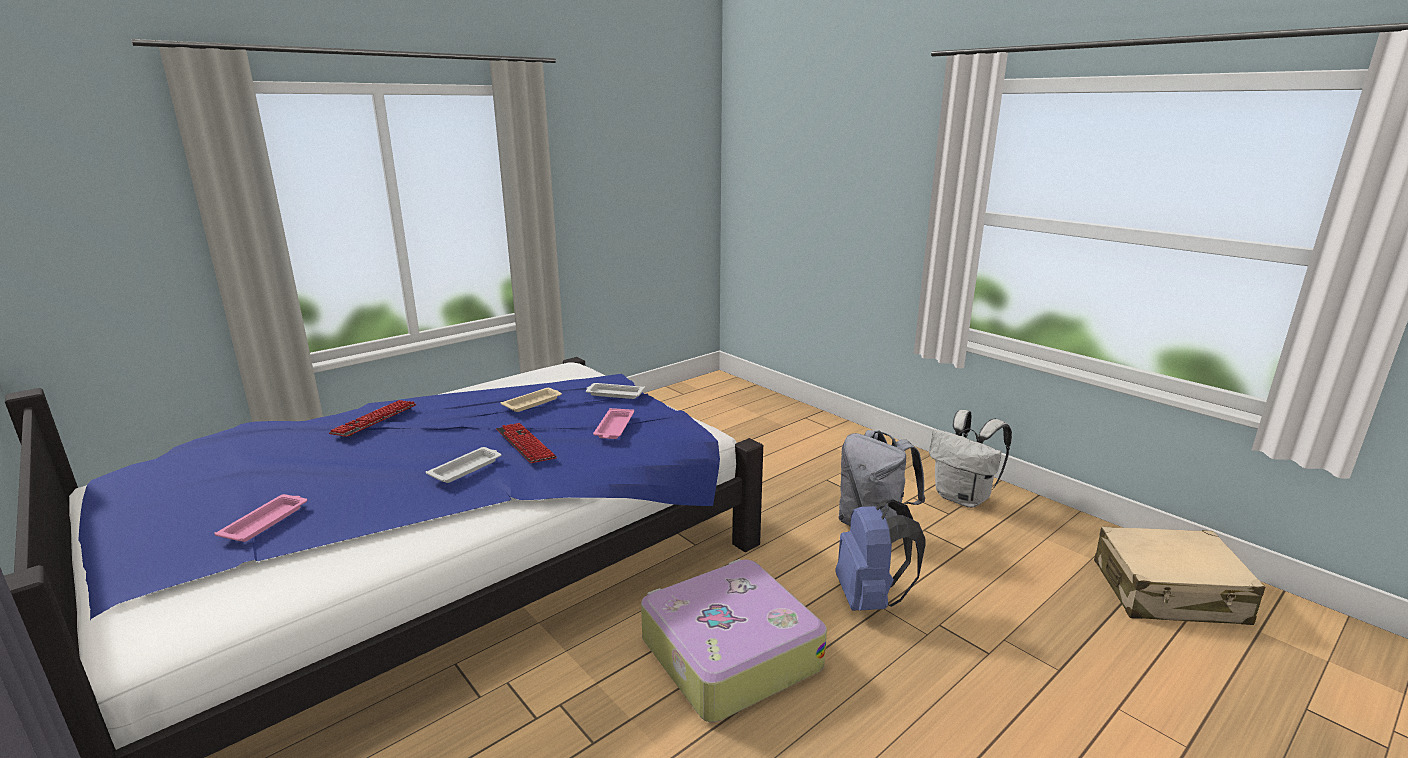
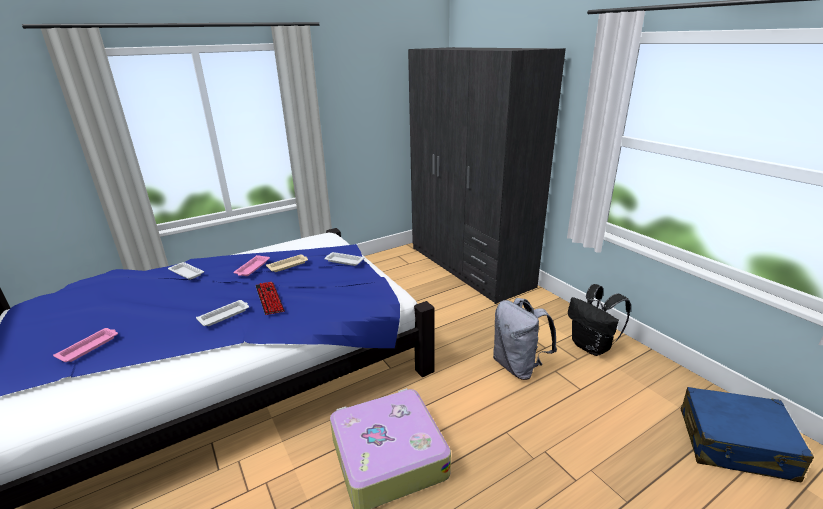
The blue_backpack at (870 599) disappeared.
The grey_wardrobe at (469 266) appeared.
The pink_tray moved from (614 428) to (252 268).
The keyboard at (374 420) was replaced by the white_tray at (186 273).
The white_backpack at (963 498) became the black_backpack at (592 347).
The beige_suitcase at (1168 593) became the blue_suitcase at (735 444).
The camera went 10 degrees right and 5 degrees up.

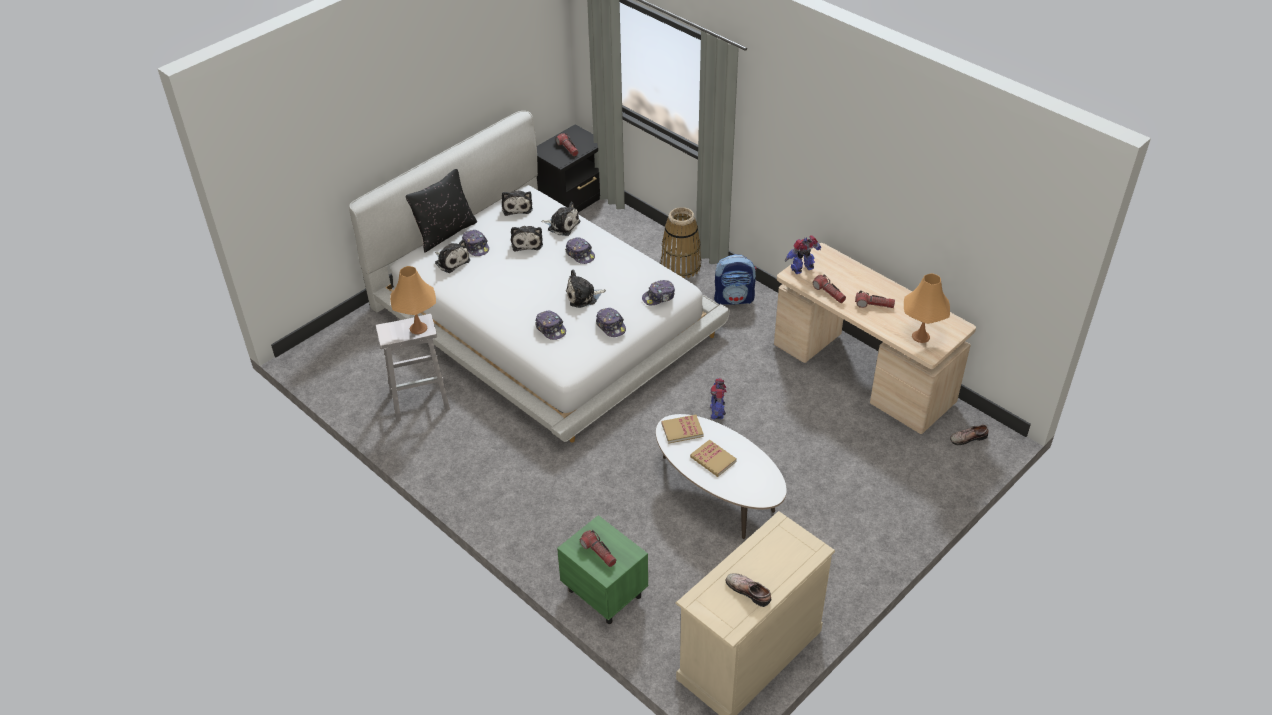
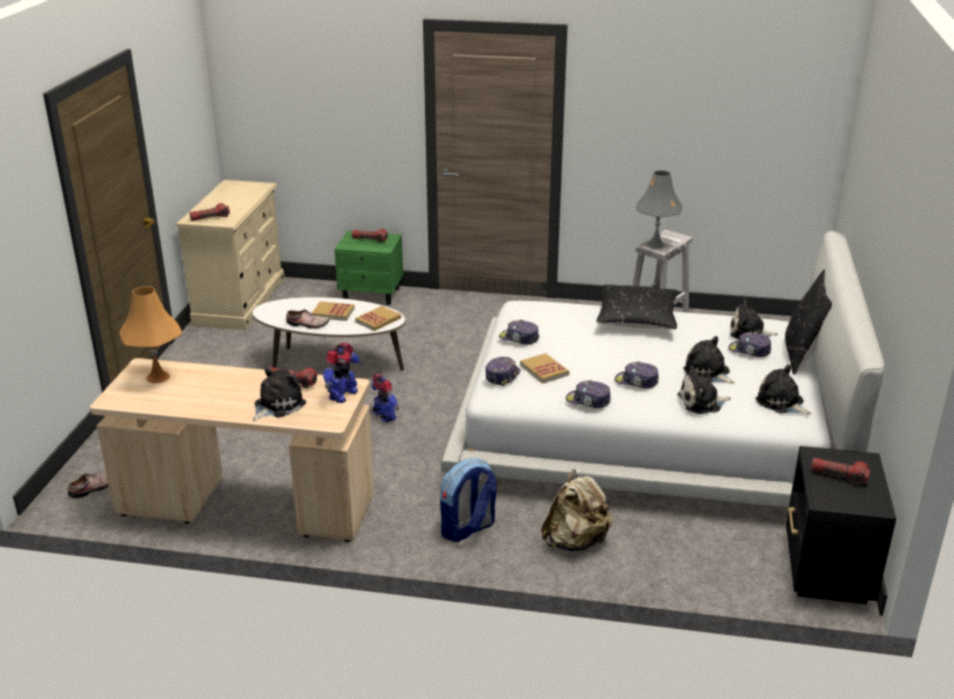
The book at (544 370) appeared.
The black_pillow at (637 319) appeared.
The cap moved from (551 329) to (588 401).
The plush_toy moved from (583 296) to (277 405).
The shoe moved from (749 590) to (307 324).
The flashlight moved from (874 305) to (210 218).
The basket at (680 266) was replaced by the beige_backpack at (575 541).
The orange_table_lamp at (418 328) became the grey_table_lamp at (655 244).
The camera went 145 degrees right and 15 degrees down.

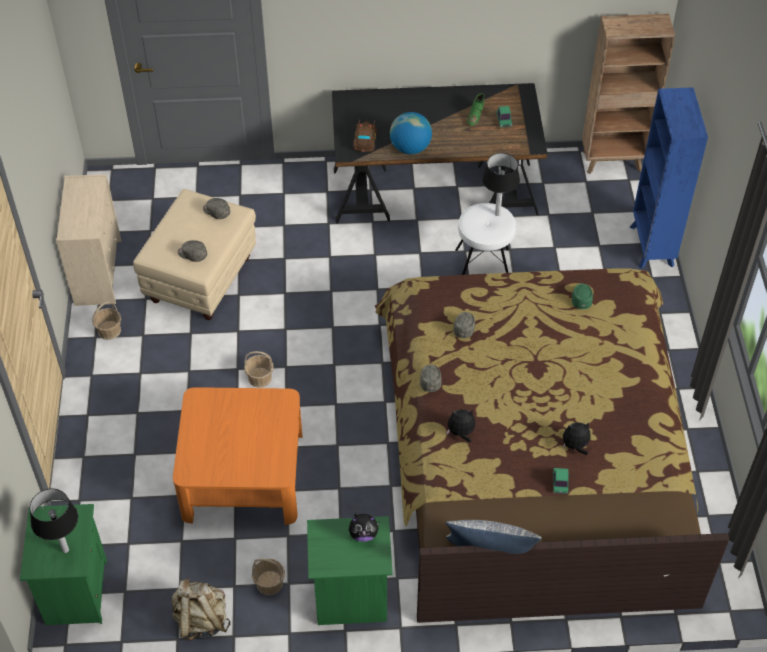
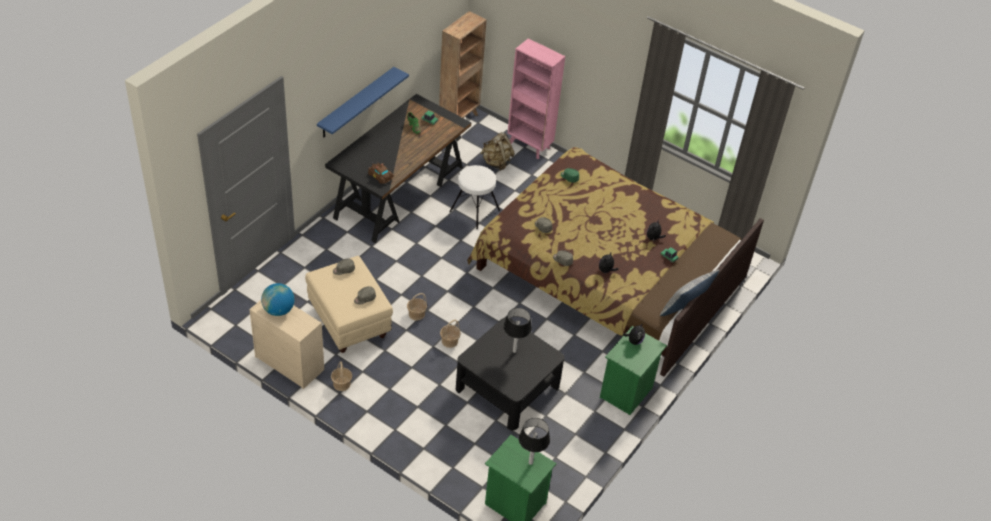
The blue_shelf at (356 103) appeared.
The beige_backpack moved from (201 620) to (496 163).
The basket moved from (269 583) to (416 314).
The globe moved from (410 148) to (278 310).
The table_lamp moved from (498 214) to (514 351).
The orange_coffee_table at (244 474) became the black_coffee_table at (507 387).
The blue_bookcase at (651 247) became the pink_bookcase at (529 146).
The camera went 55 degrees left and 5 degrees down.

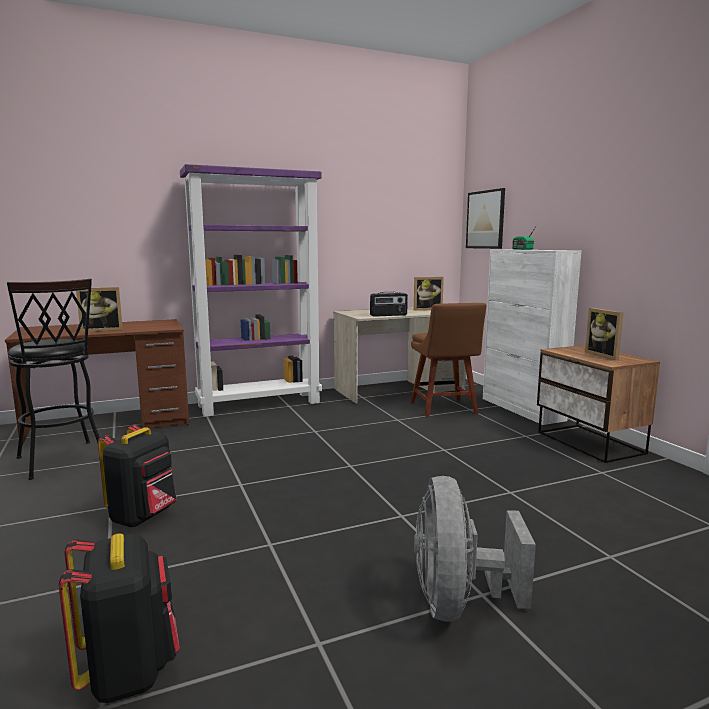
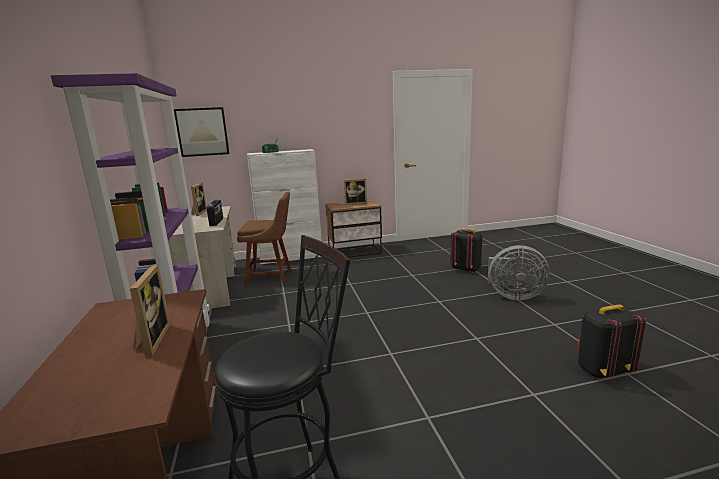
The black_backpack moved from (144 516) to (465 269).
The camera went 80 degrees left and 5 degrees up.

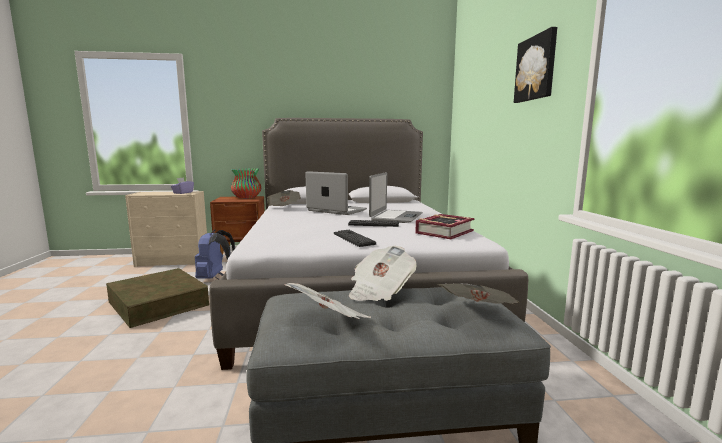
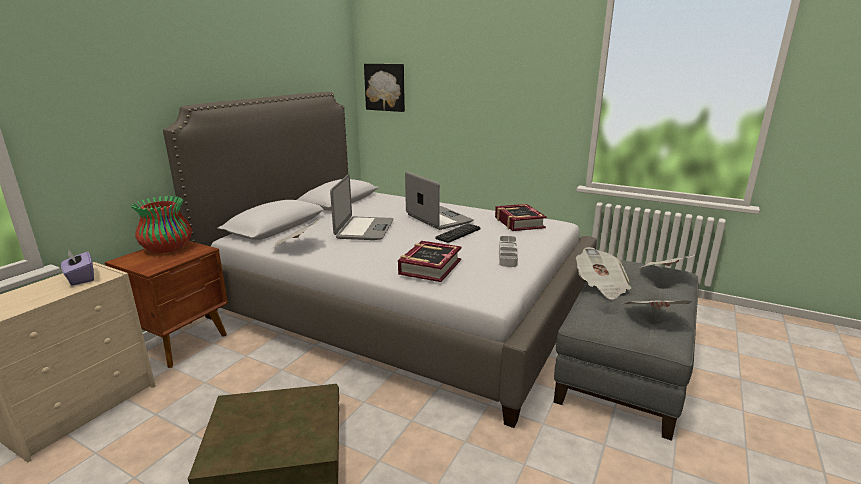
The blue_backpack at (215 278) disappeared.
The book at (429 267) appeared.
The picture moved from (536 68) to (385 87).
The keyboard at (353 239) was replaced by the grey_tray at (507 254).
The laptop at (336 210) turned 120 degrees clockwise.
The camera went 55 degrees left and 10 degrees up.

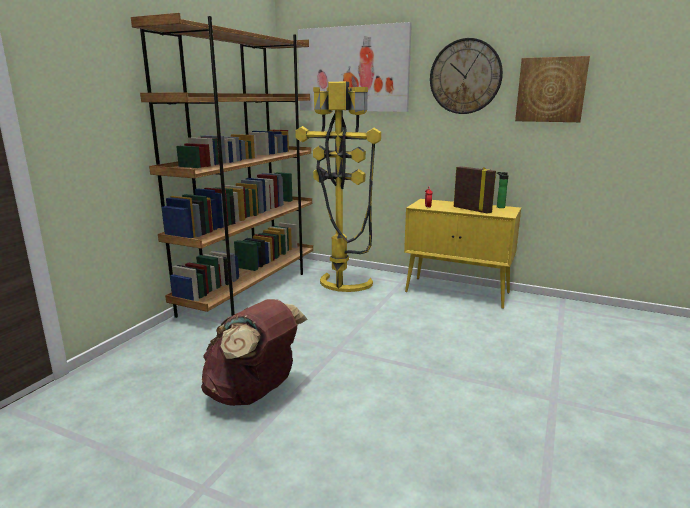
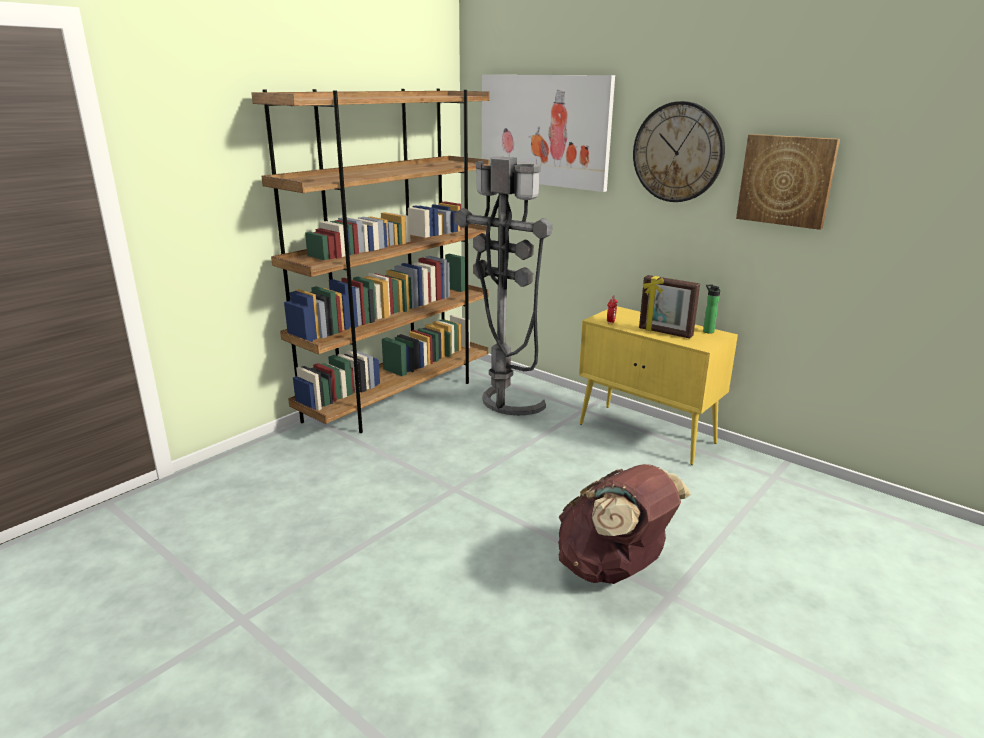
The brown_backpack moved from (254 394) to (613 569).
The yellow_floor_lamp at (341 288) became the grey_floor_lamp at (503 409).
The picture_frame at (472 210) turned 150 degrees clockwise.
The camera went 15 degrees right and 5 degrees up.

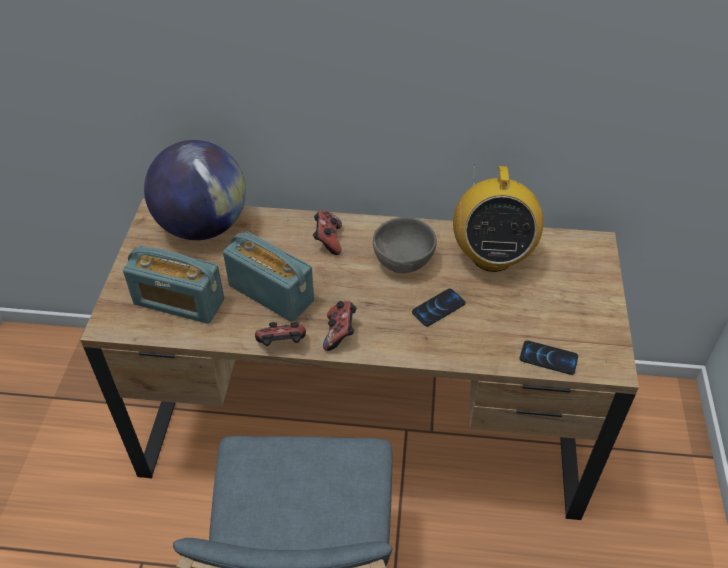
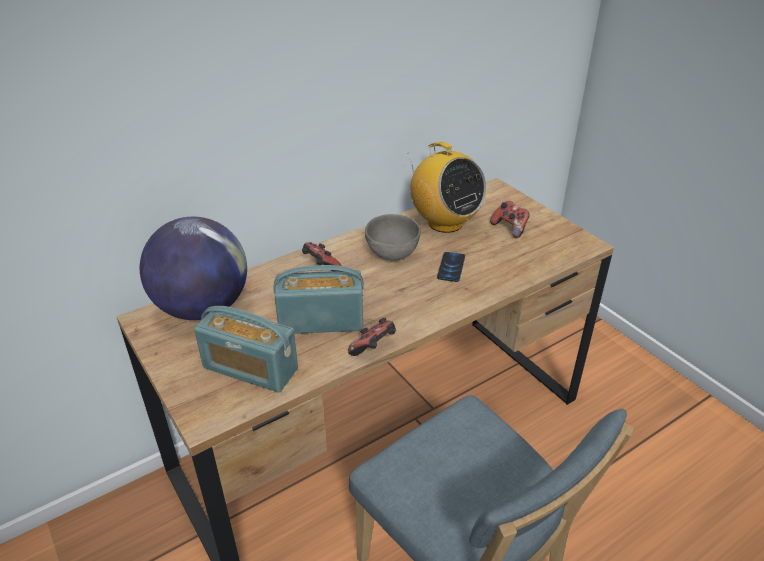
The phone at (548 358) disappeared.
The game_controller moved from (340 334) to (510 228).
The radio at (179 302) turned 45 degrees clockwise.
The camera went 40 degrees left and 10 degrees down.

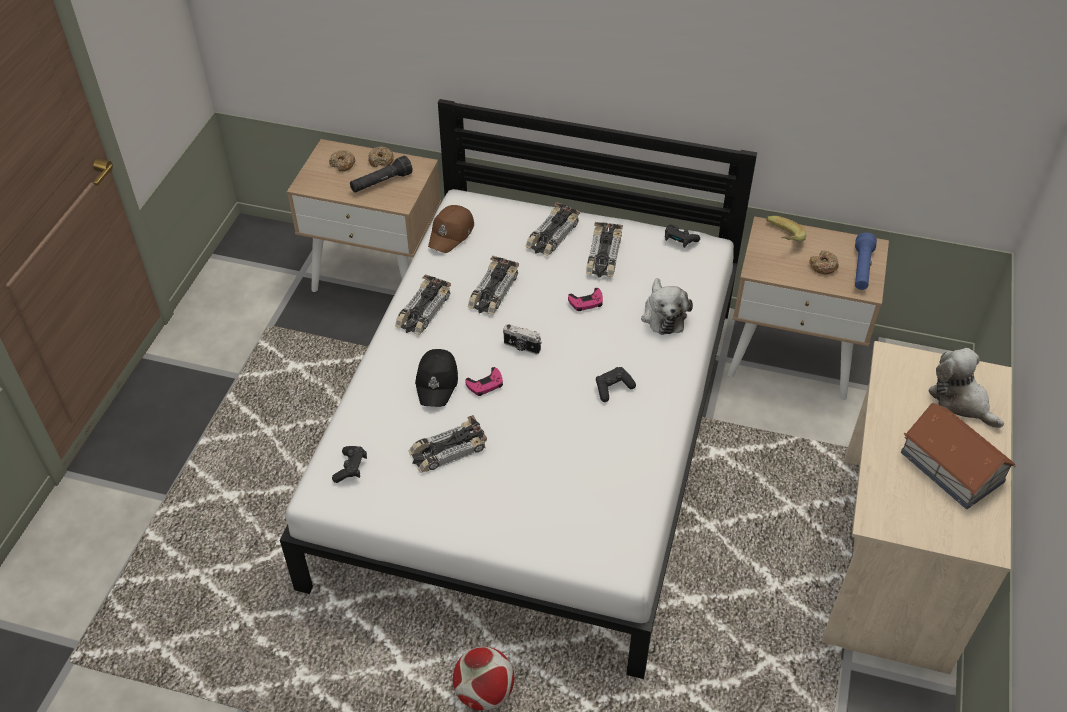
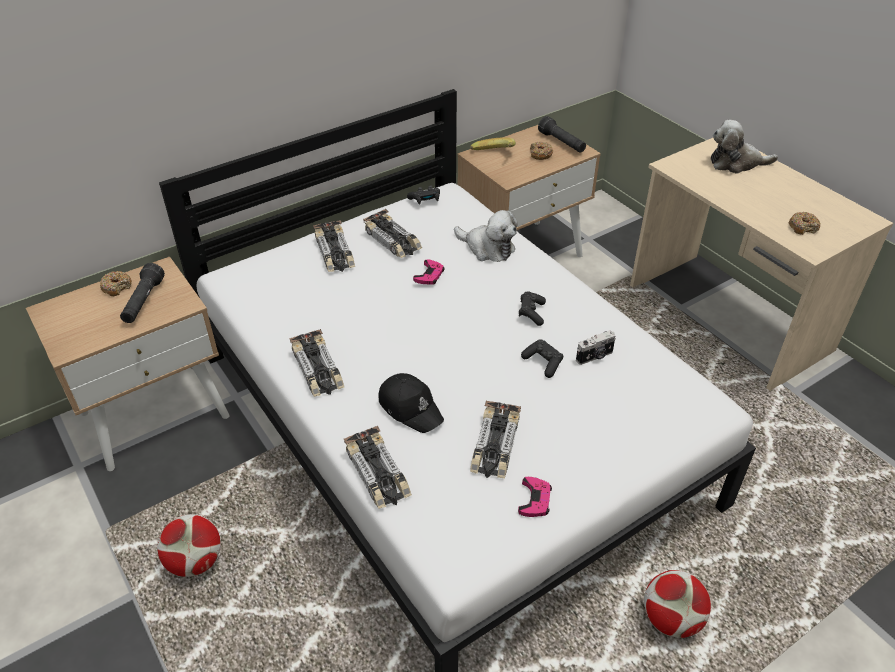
The brown_cap at (451 234) disappeared.
The toy_house at (952 468) disappeared.
The football at (195 561) appeared.
The donut moved from (342 164) to (803 227).
The black_game_controller moved from (351 468) to (543 363).
The pink_game_controller moved from (485 384) to (535 500).
The toy_car moved from (493 291) to (378 474).
The photo_camera moved from (521 347) to (595 357).
The blue_flashlight at (861 269) became the black_flashlight at (562 143).
The camera went 50 degrees left and 5 degrees down.

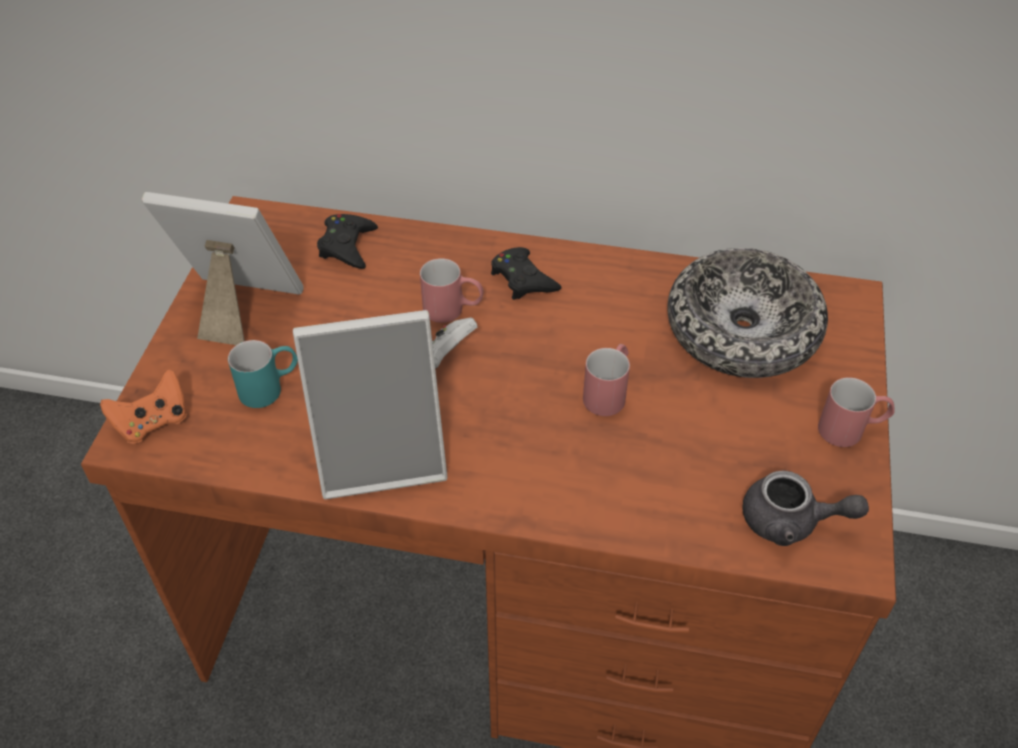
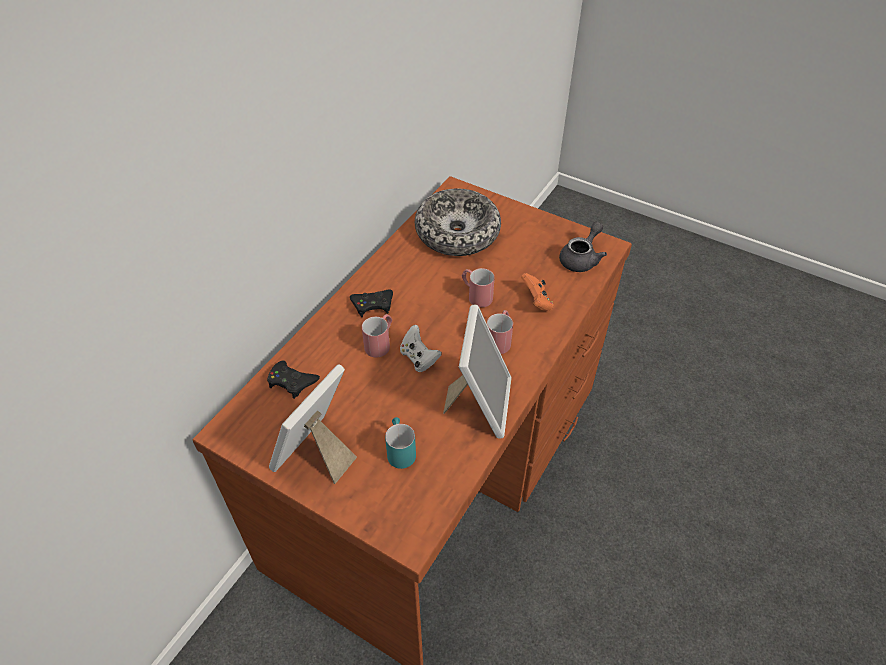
The orange_game_controller moved from (153 422) to (537 301).
The red_mug moved from (851 429) to (499 339).
The camera went 70 degrees left and 0 degrees up.

